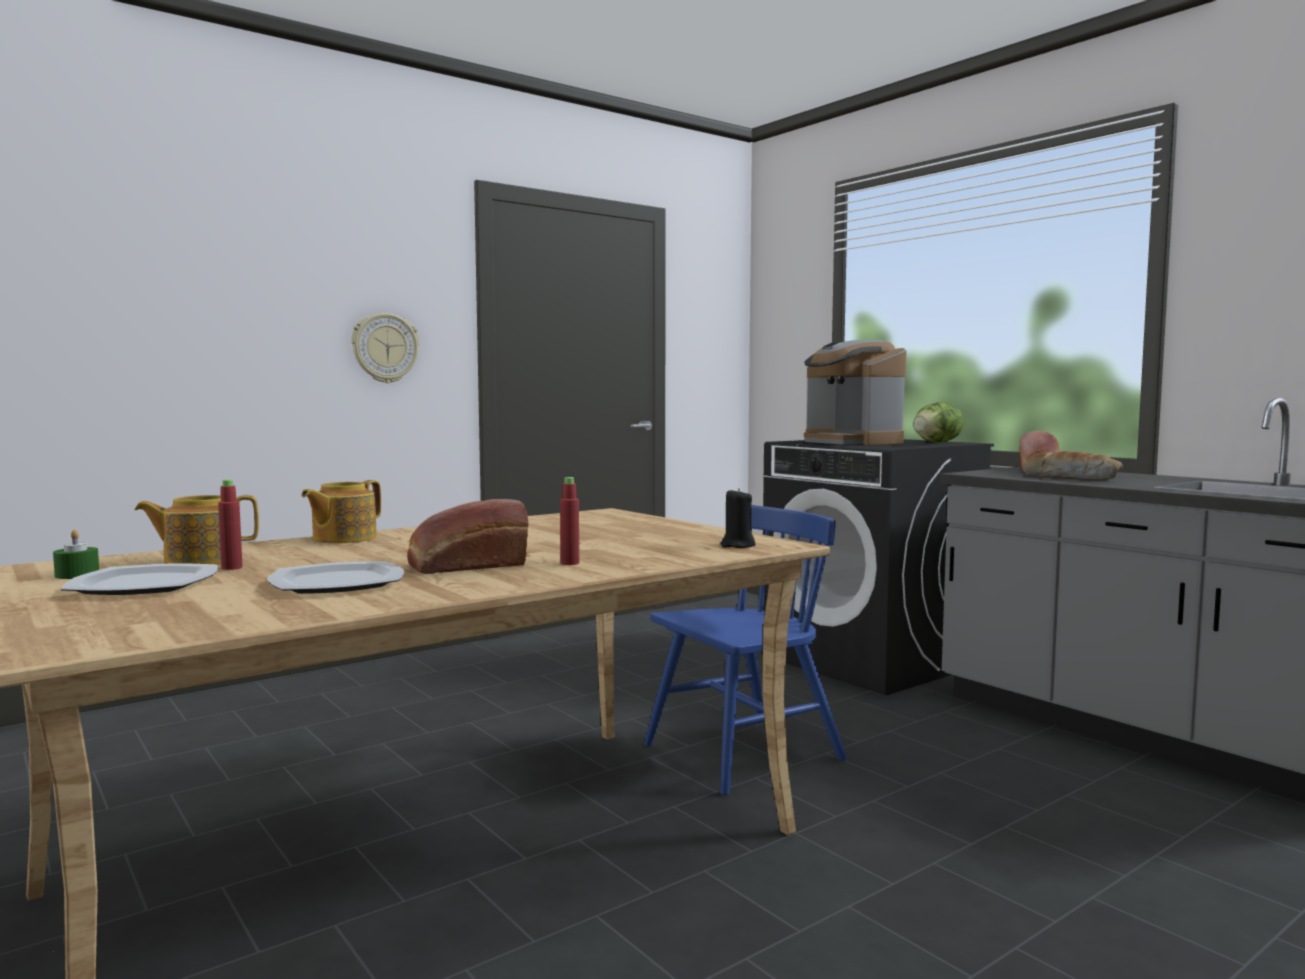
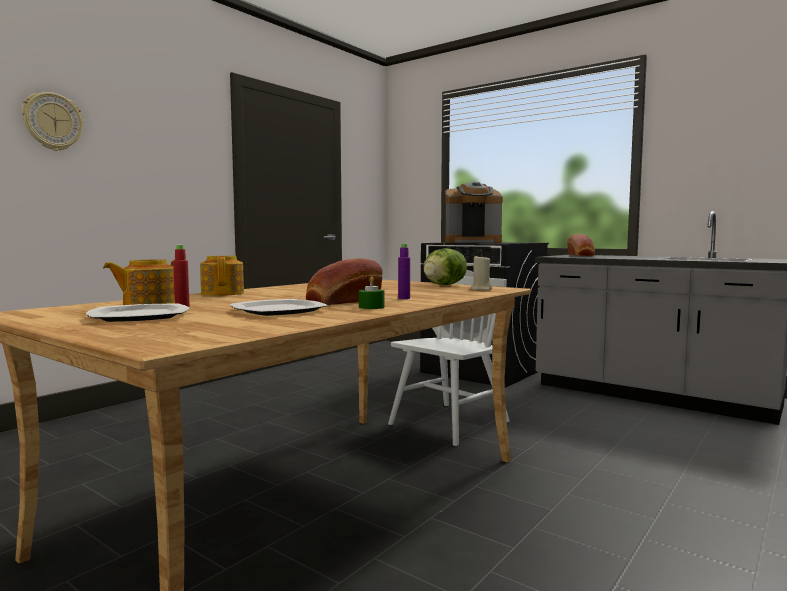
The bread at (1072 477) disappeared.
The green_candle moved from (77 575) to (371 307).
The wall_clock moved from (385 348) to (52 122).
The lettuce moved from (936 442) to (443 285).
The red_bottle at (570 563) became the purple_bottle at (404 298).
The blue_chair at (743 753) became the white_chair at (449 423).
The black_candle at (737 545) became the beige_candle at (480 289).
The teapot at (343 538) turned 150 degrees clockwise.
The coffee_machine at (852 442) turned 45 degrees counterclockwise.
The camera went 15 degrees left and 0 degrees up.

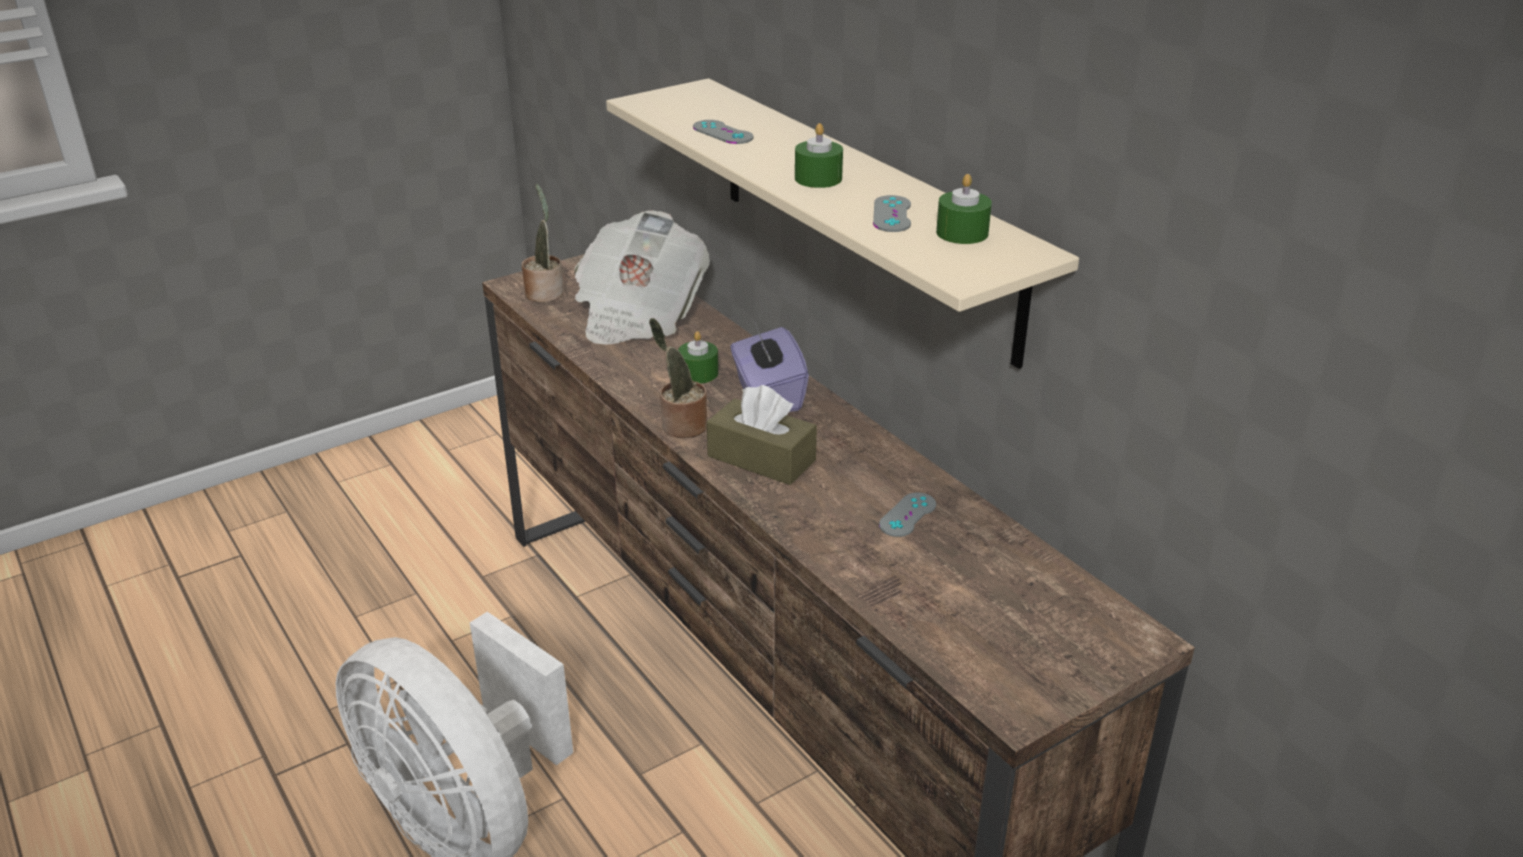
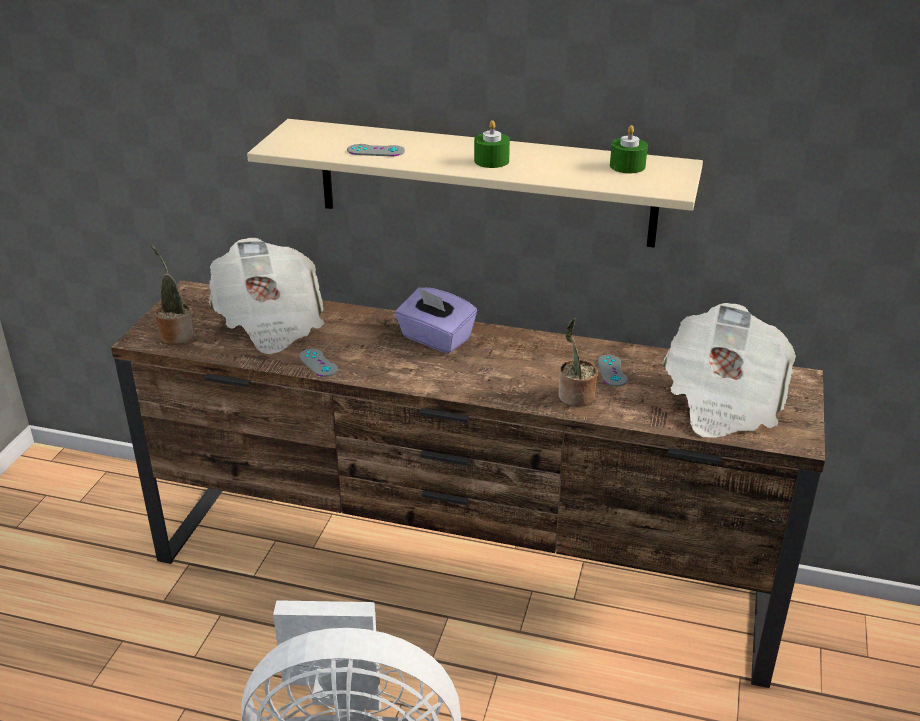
The green_candle at (698 373) disappeared.
The brown_tissue_box at (761 458) disappeared.
The newspaper at (722 401) appeared.
The potted_plant moved from (681 426) to (575 397).
The grey_game_controller moved from (892 214) to (318 363).
The camera went 40 degrees left and 0 degrees up.

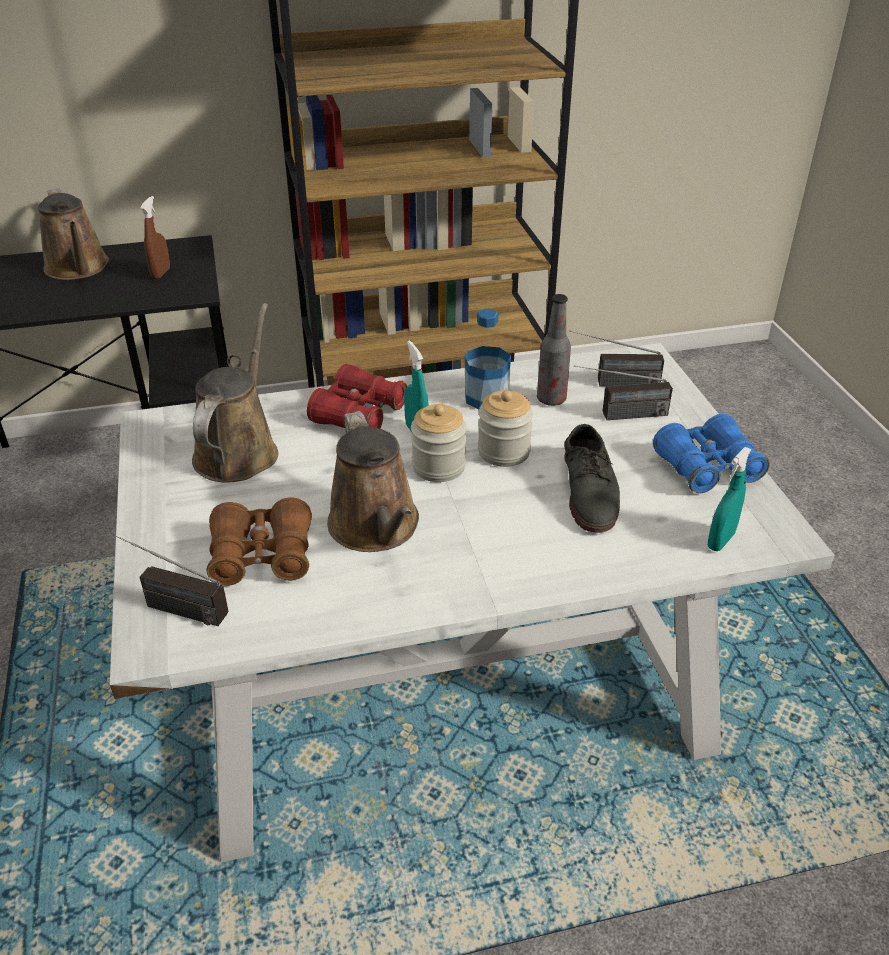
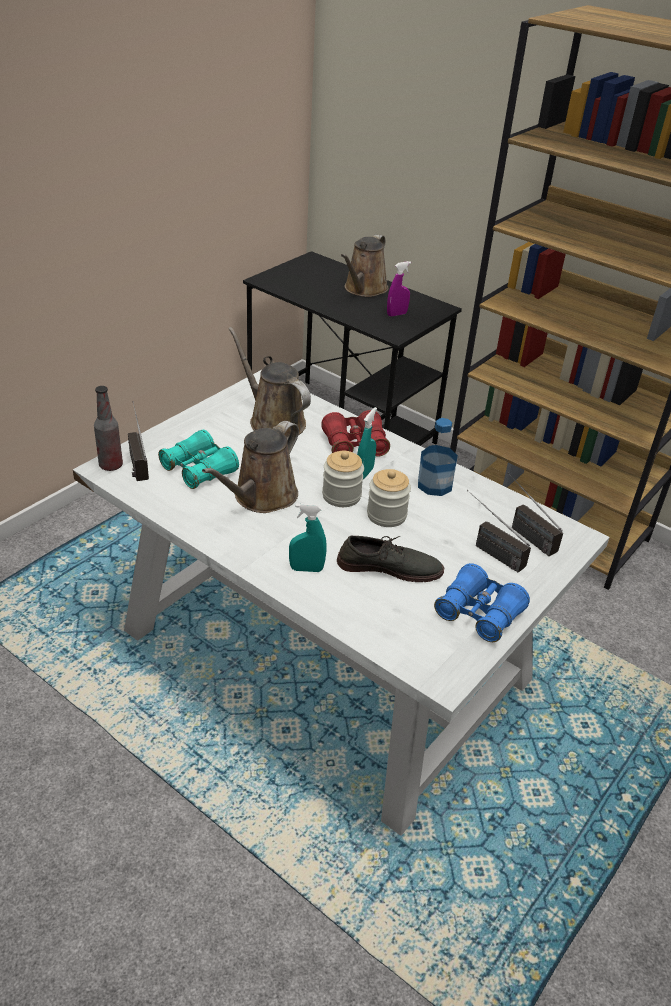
The bottle moved from (551 399) to (111 465).
The turquoise_spray_bottle moved from (720 541) to (306 569).
The brown_spray_bottle at (161 273) became the purple_spray_bottle at (397 314).
The brown_binoculars at (262 556) became the turquoise_binoculars at (199 469).
The brown_watering_can at (239 450) turned 105 degrees counterclockwise.
The grey_shoe at (590 490) turned 135 degrees counterclockwise.
The camera went 50 degrees right and 0 degrees up.

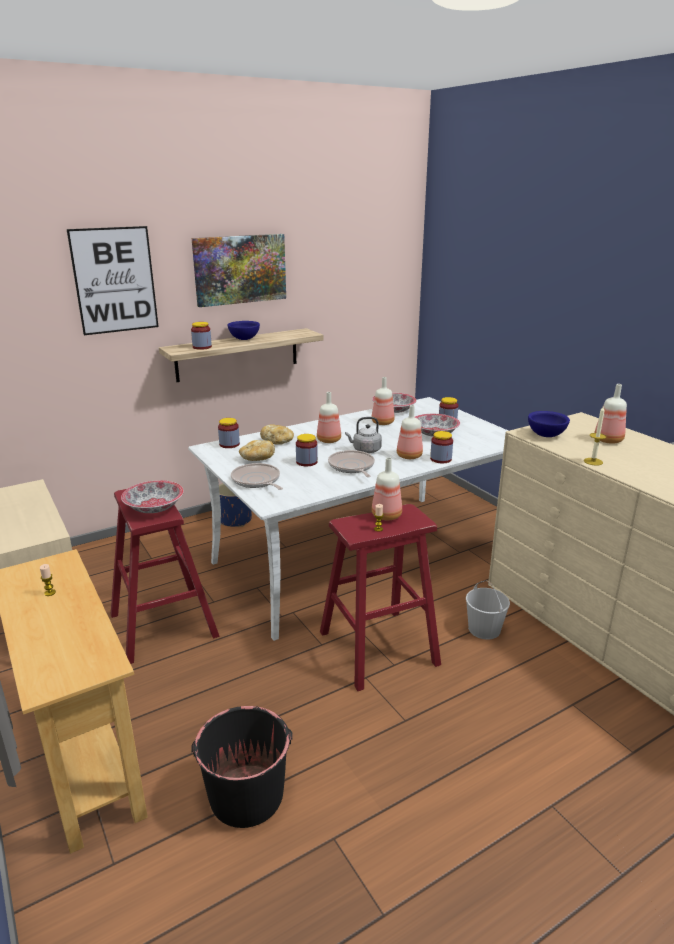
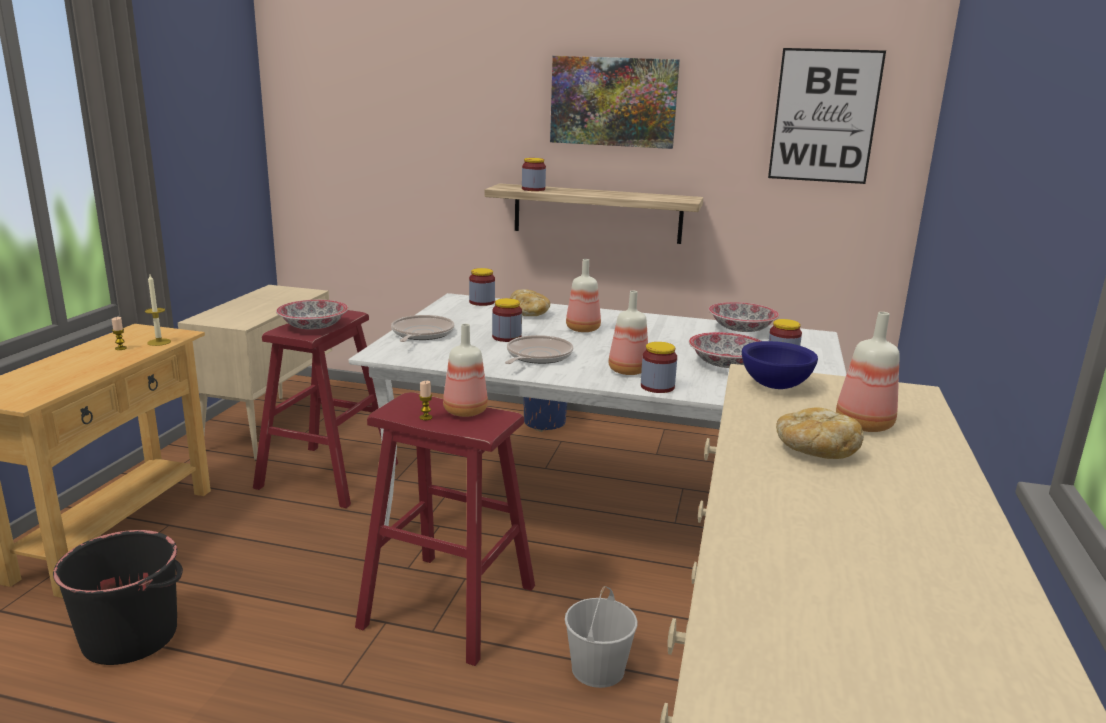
The blue_bowl at (244 339) disappeared.
The grey_kettle at (365 450) disappeared.
The bottle at (382 422) disappeared.
The picture moved from (114 280) to (824 116).
The bread moved from (257 459) to (814 452).
The candle moved from (593 461) to (159 342).
The camera went 45 degrees right and 5 degrees down.

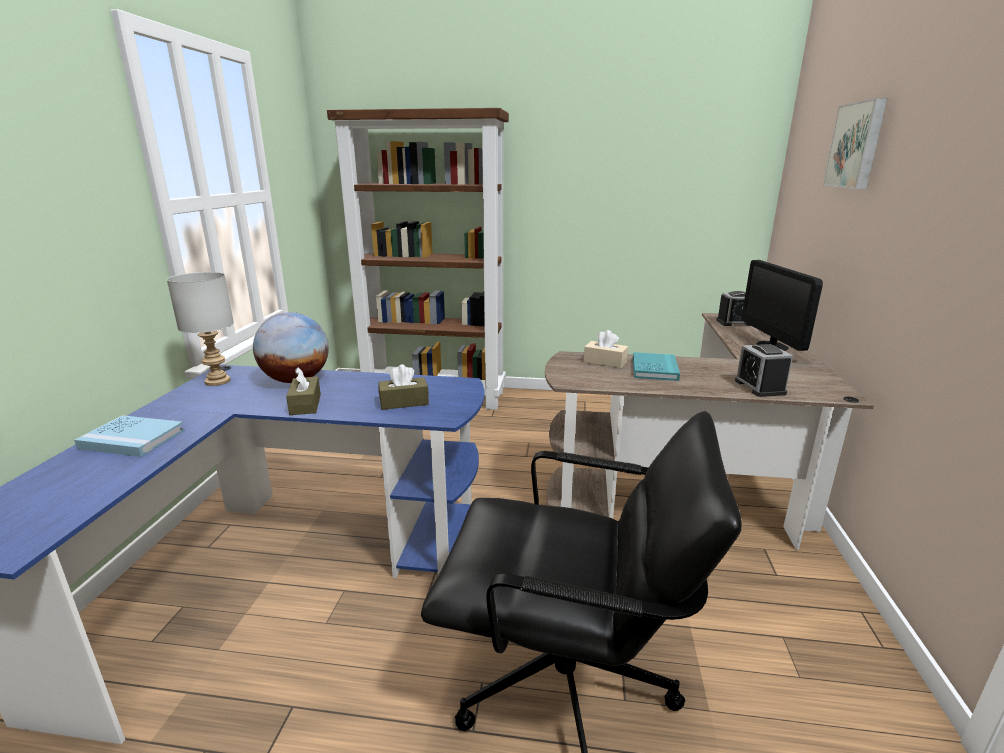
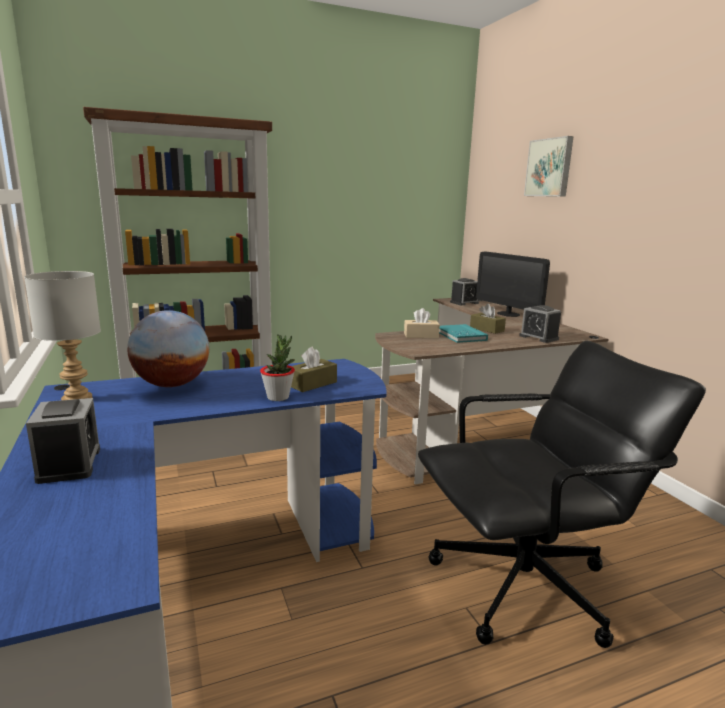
The potted_plant at (278 397) appeared.
The brown_tissue_box moved from (305 404) to (487 329).
The blue_book at (132 439) was replaced by the alarm_clock at (69 464).
The camera went 30 degrees left and 5 degrees down.

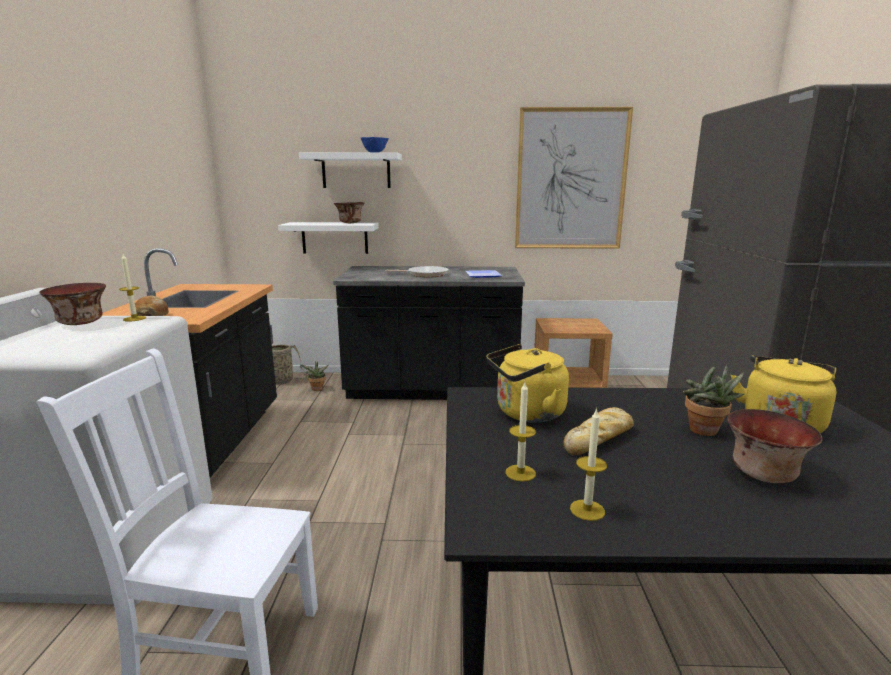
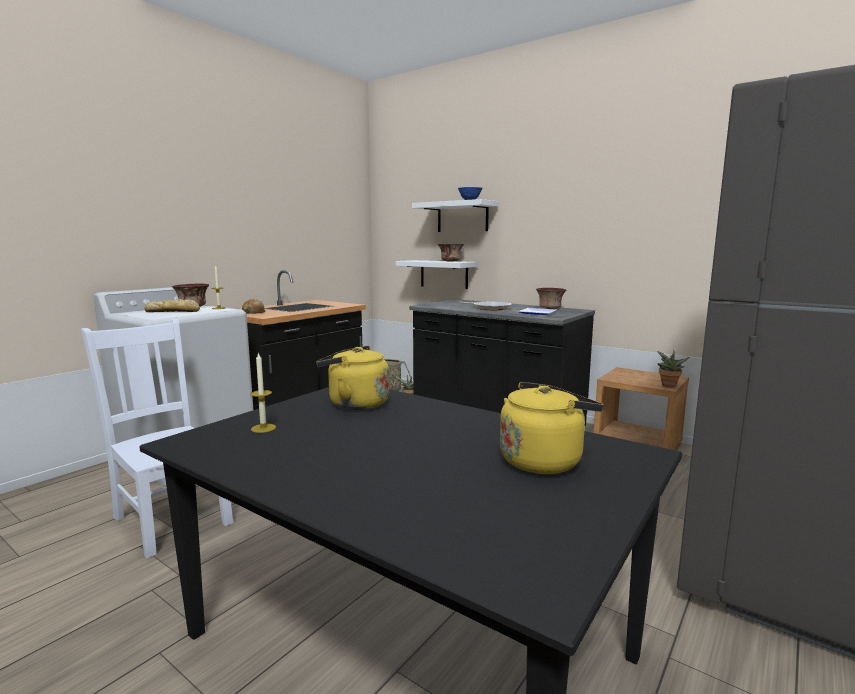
The picture at (571 180) disappeared.
The candle at (587 510) disappeared.
The bread moved from (599 438) to (174 311).
The potted_plant moved from (705 432) to (668 386).
The bowl moved from (762 473) to (550 308).
The camera went 35 degrees right and 5 degrees down.

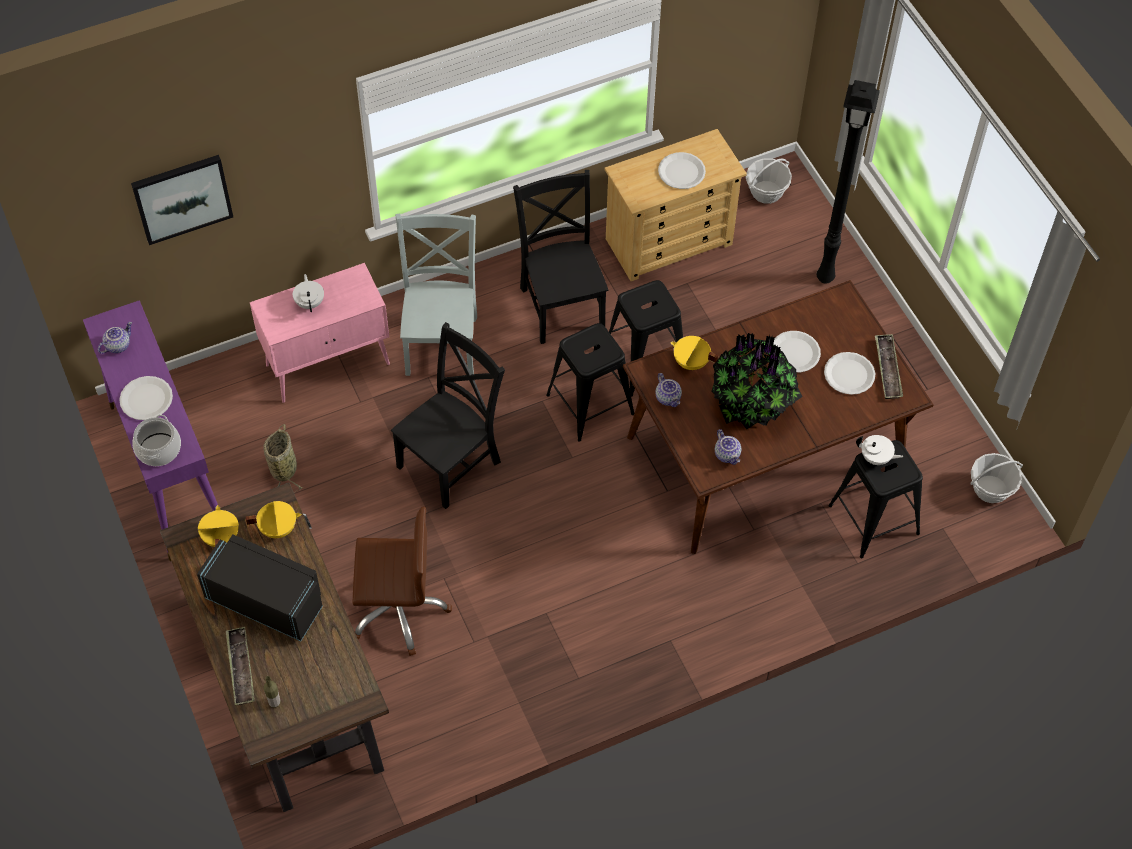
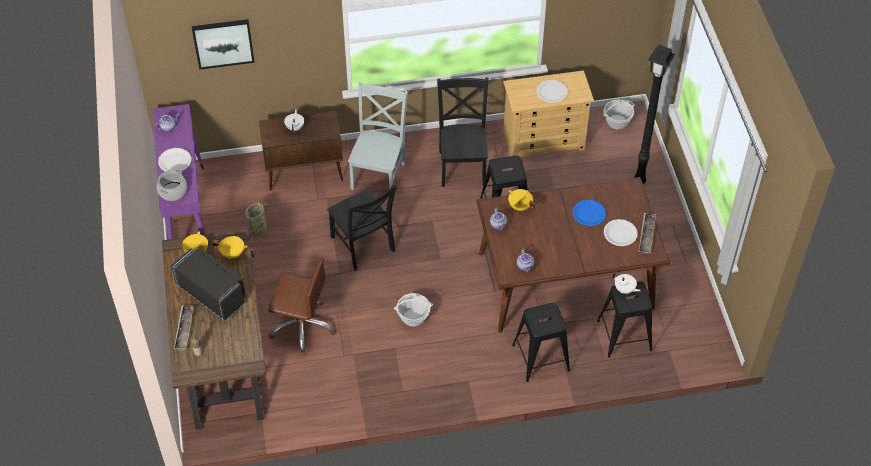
The potted_plant at (752 404) disappeared.
The black_stool moved from (590 404) to (541 357).
The basket moved from (991 489) to (413 317).
The pink_cabinet at (329 364) became the brown_cabinet at (305 173).
The white_plate at (794 352) became the blue_plate at (589 213).
The black_chair at (452 462) turned 90 degrees clockwise.
The camera went 15 degrees right and 5 degrees down.

